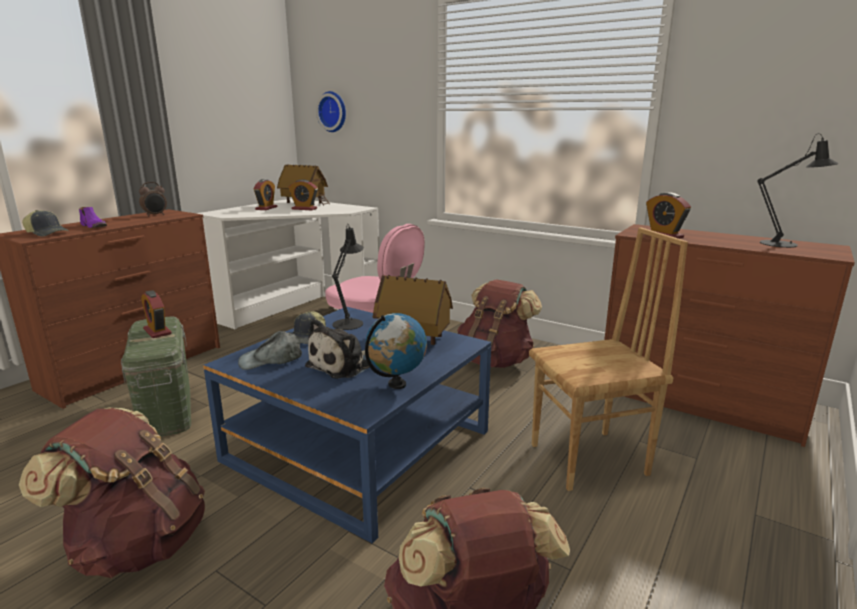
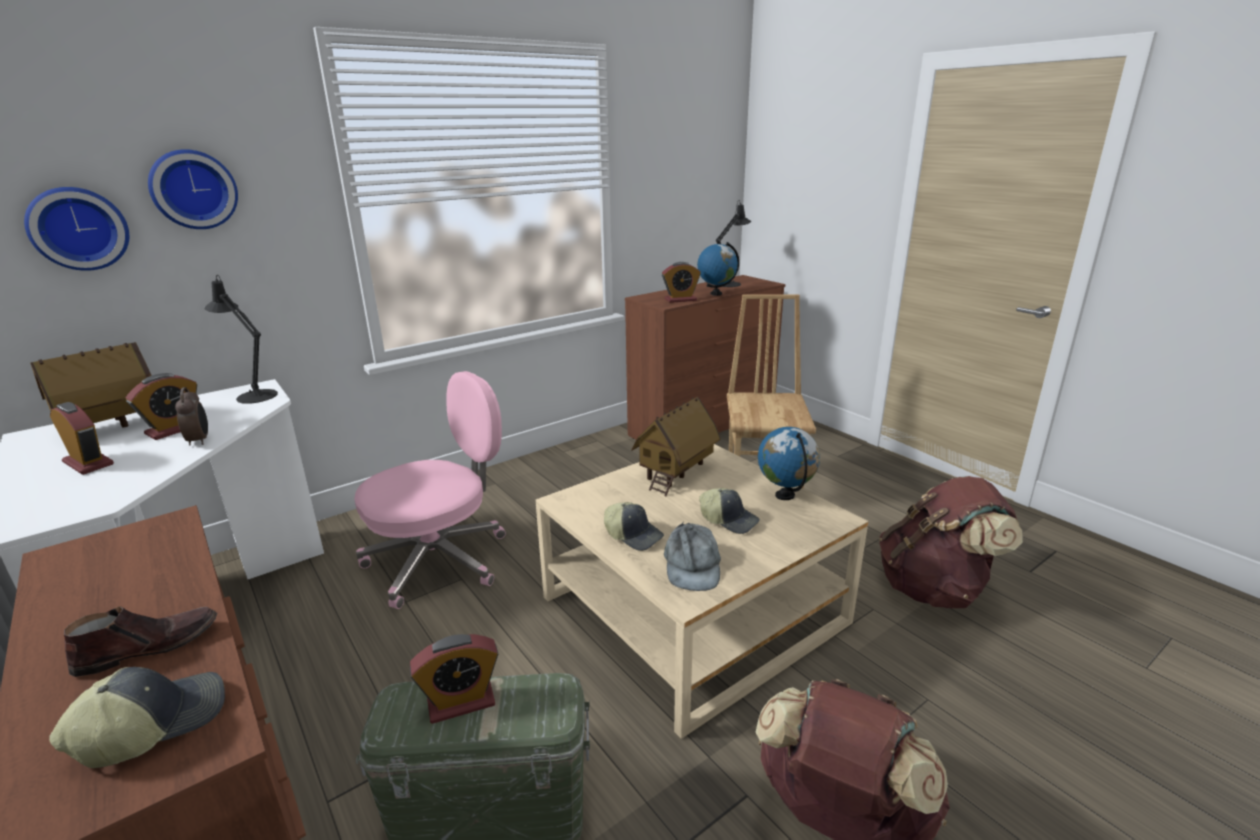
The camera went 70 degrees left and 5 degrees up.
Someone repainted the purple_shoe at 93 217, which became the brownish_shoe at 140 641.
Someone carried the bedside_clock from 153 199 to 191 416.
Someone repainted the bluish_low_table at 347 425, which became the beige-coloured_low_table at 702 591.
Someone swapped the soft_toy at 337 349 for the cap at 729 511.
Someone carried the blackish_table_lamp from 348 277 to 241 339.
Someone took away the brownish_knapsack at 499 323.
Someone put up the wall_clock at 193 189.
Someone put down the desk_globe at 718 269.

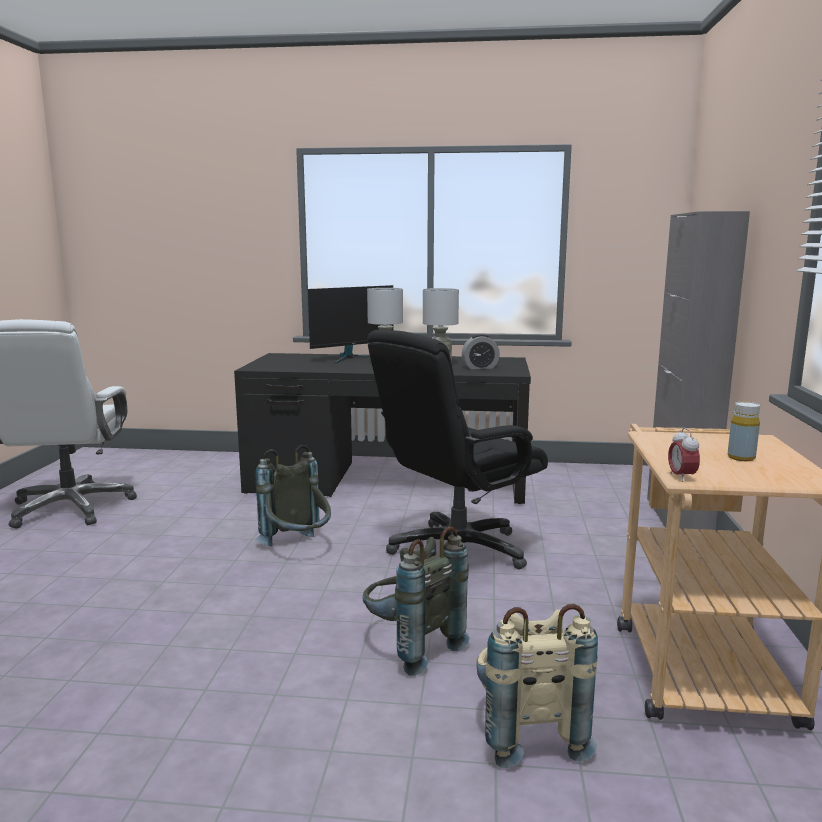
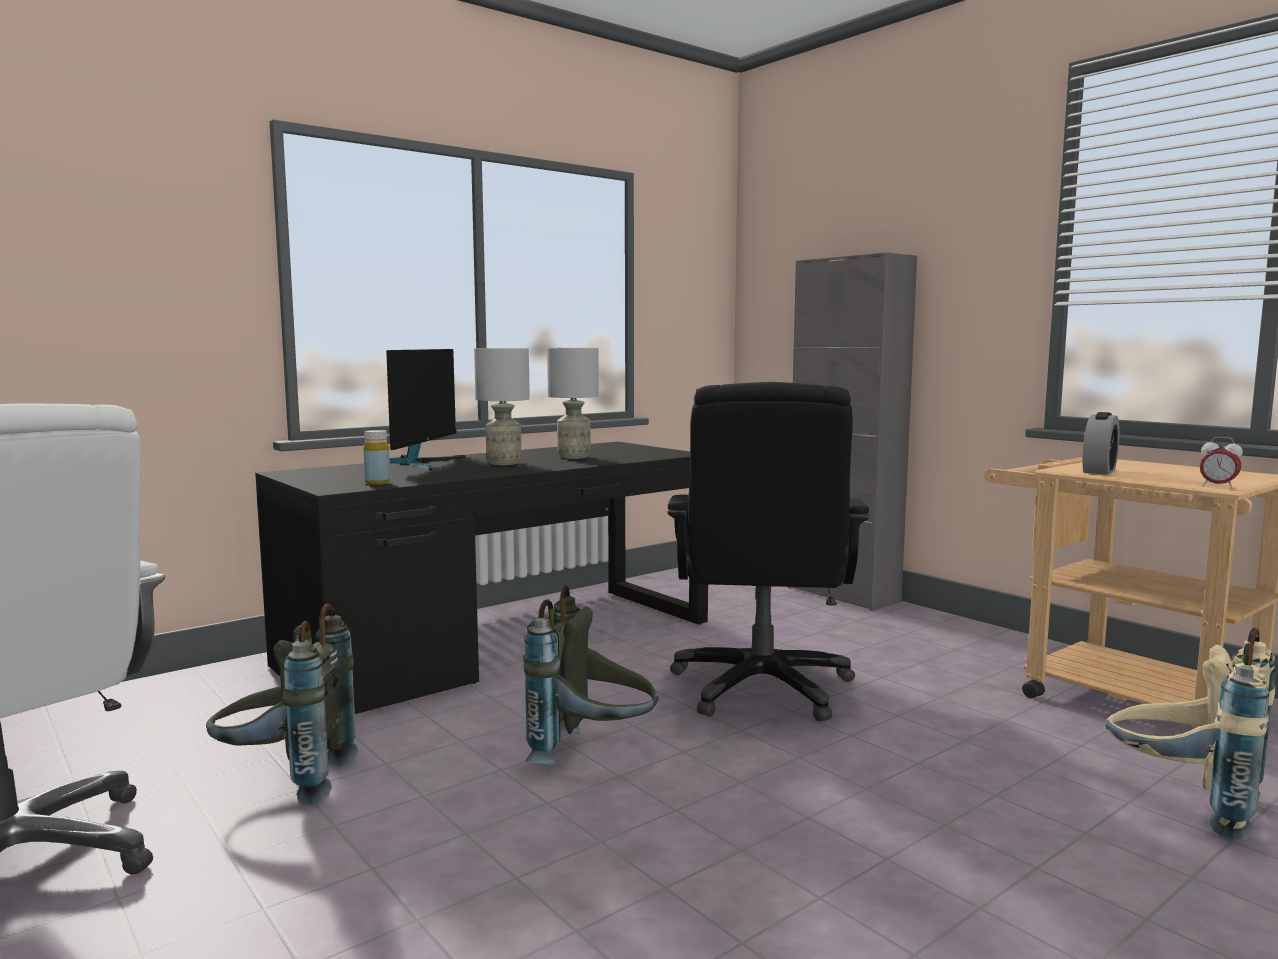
The camera went 45 degrees left and 5 degrees down.
Someone carried the gray_knapsack from 416 601 to 282 704.
Someone carried the bedside_clock from 481 351 to 1101 443.
Someone carried the yellow_beverage_bottle from 744 431 to 376 457.

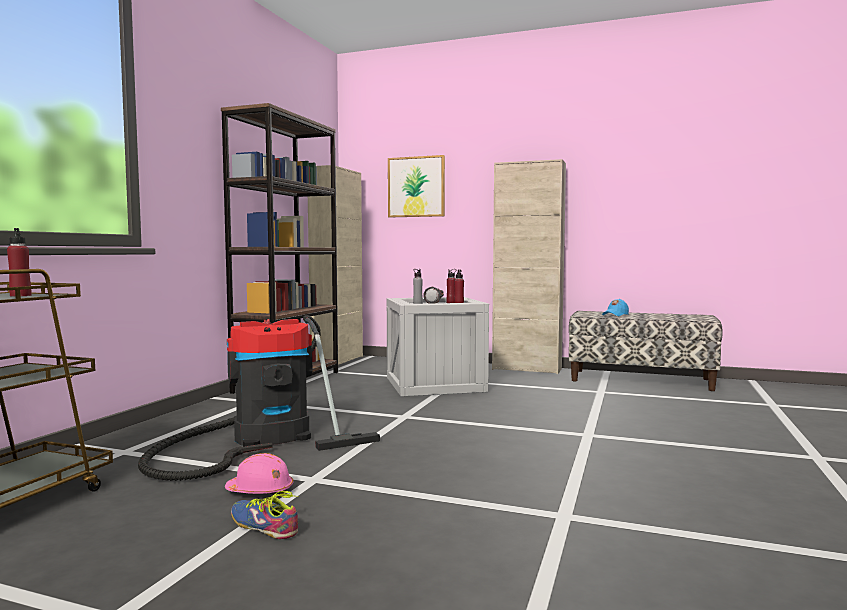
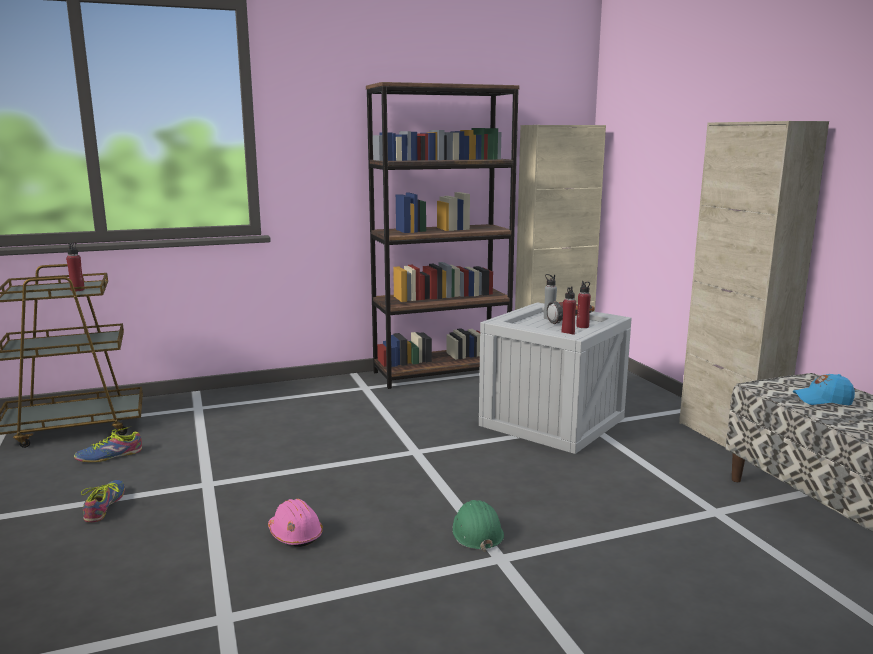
The camera went 50 degrees right and 10 degrees up.
Someone took away the hoover at 259 398.
Someone carried the pinkish_hard_hat from 259 473 to 295 523.
Someone took away the picture at 416 186.
Someone put down the shoe at 108 444.
Someone put down the green_hard_hat at 478 526.

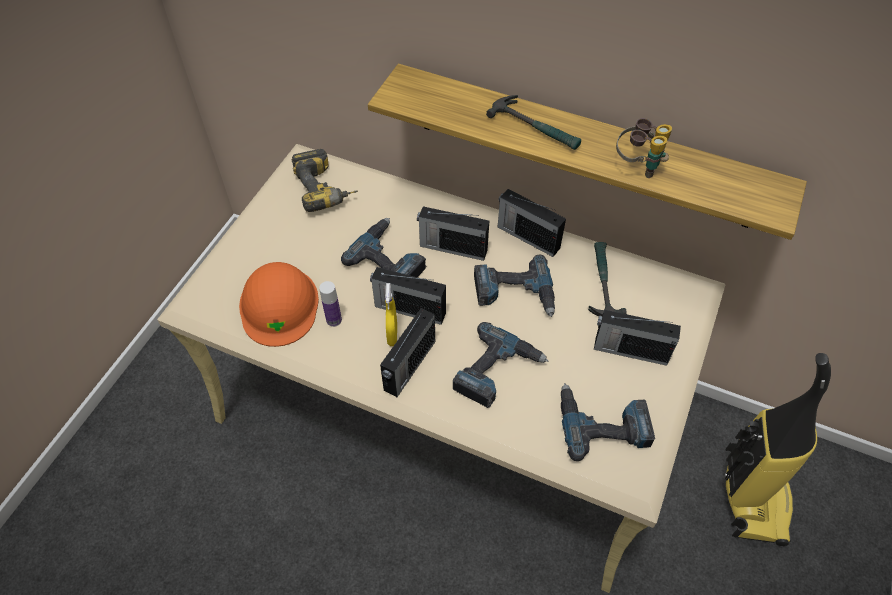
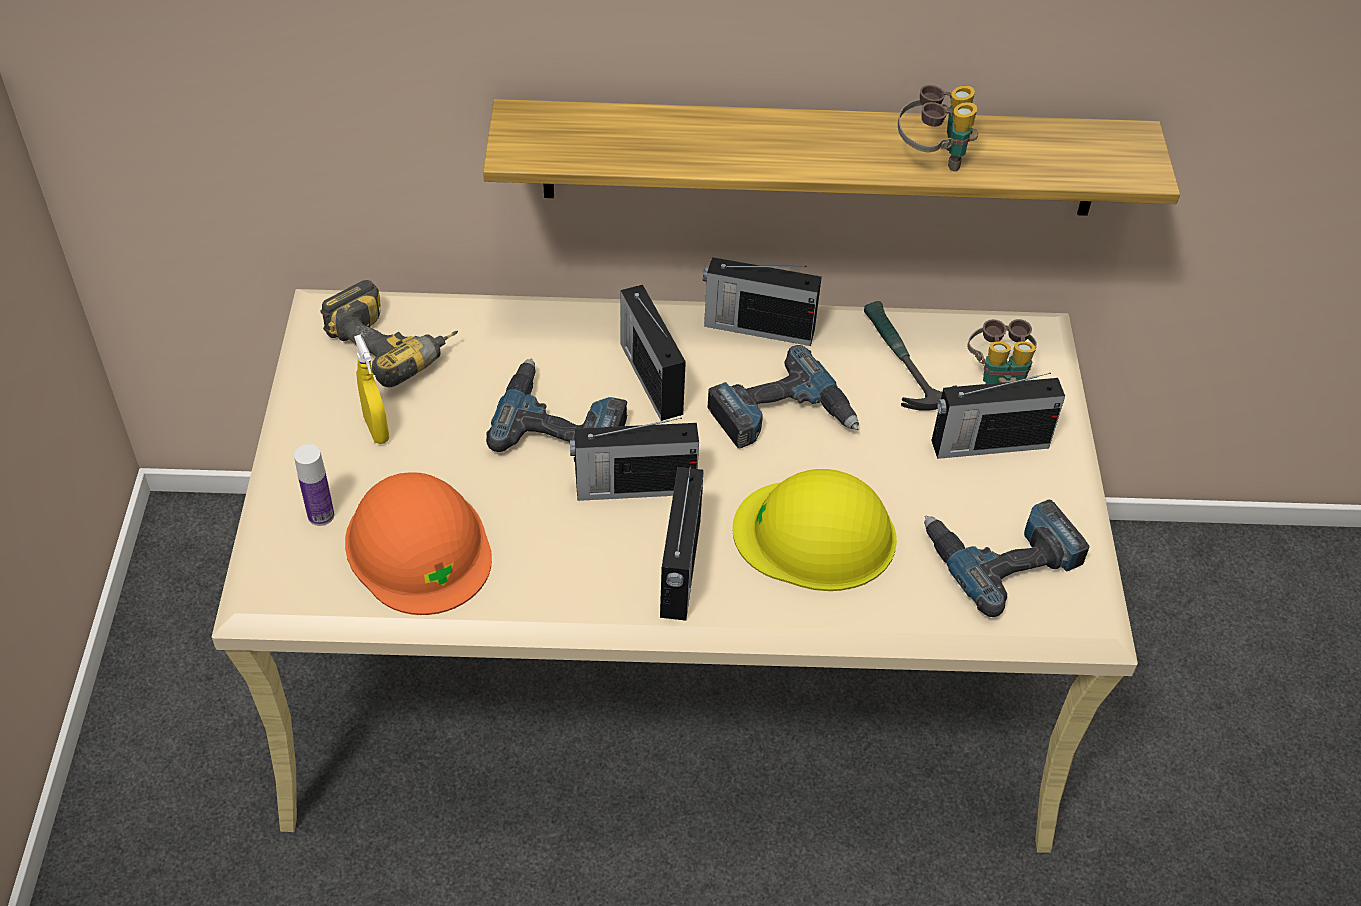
The camera went 25 degrees left and 5 degrees down.
Someone carried the beverage_bottle from 330 304 to 314 485.
Someone carried the yellow_spray_bottle from 391 314 to 371 389.
Someone rotated the radio_receiver at 453 233 by 75 degrees clockwise.
Someone swapped the power_drill at 501 365 for the yellow_hard_hat at 814 530.
Someone took away the tool_hammer at 533 122.
Someone took away the hoover at 777 449.
Someone put down the field_glasses at 1002 351.

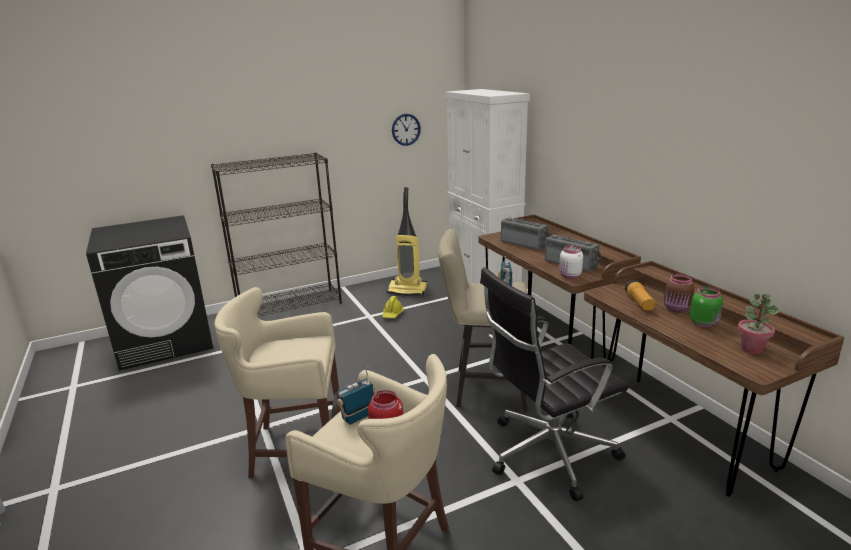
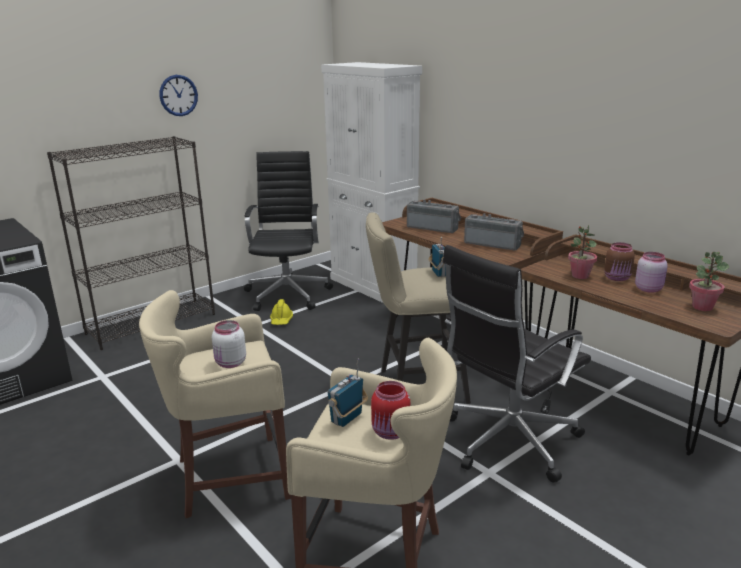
The camera went 15 degrees left and 0 degrees up.
Someone swapped the hoover at 407 241 for the blackish_computer_chair at 288 231.
Someone carried the wall_clock from 406 130 to 178 95.
Someone carried the white-coloured_storage_jar from 571 262 to 229 344.
Someone swapped the flashlight at 640 295 for the potted_plant at 582 252.
Someone repainted the green_storage_jar at 706 307, which became the pinkish_storage_jar at 651 272.

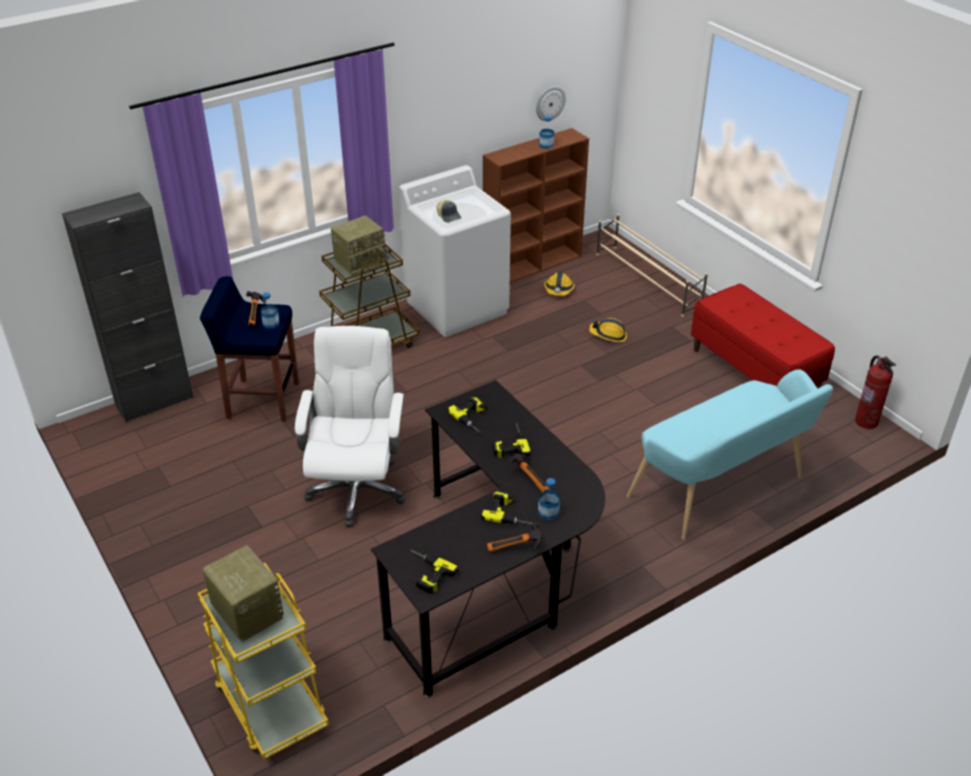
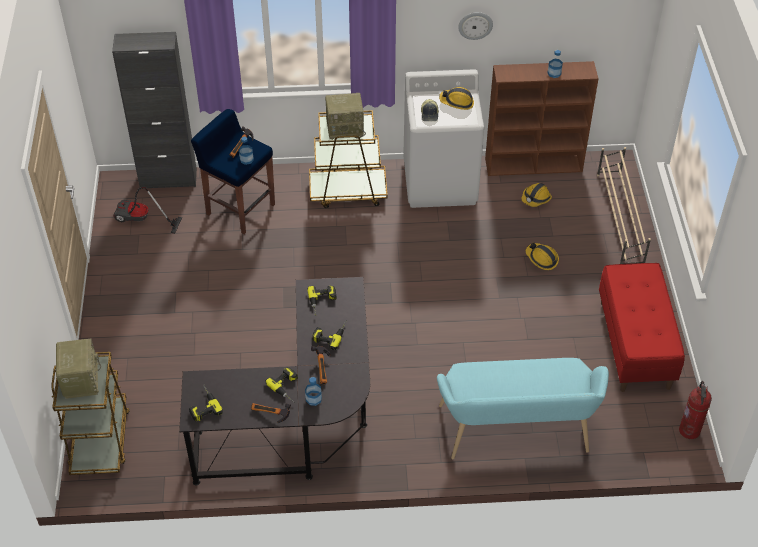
The camera went 30 degrees right and 10 degrees up.
Someone repainted the yellow_trolley at 263 661, which became the brownish_trolley at 90 413.
Someone took away the white-coloured_computer_chair at 350 426.
Someone carried the wall_clock from 551 103 to 475 26.
Someone put down the hoover at 147 210.
Someone put down the hard_hat at 456 98.

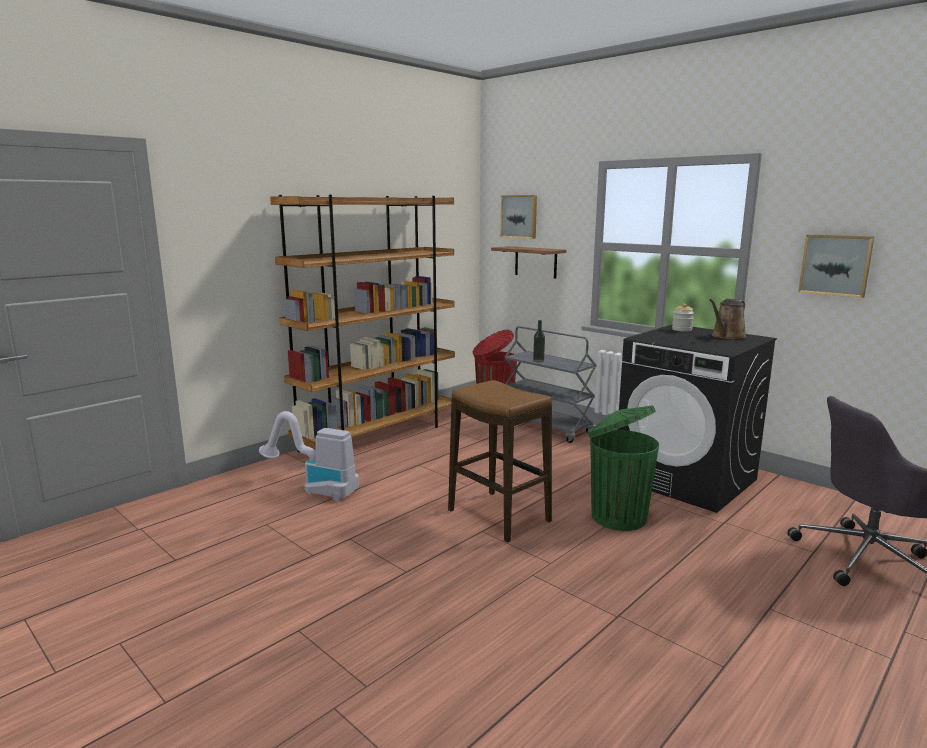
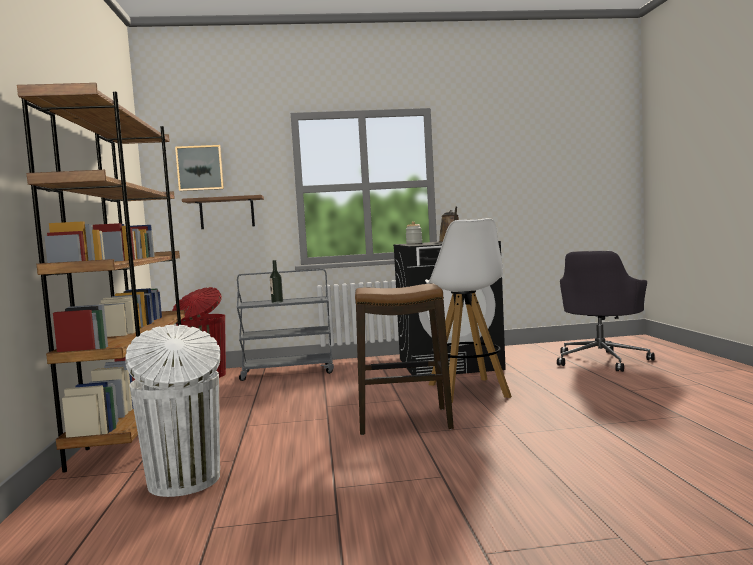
The camera went 50 degrees left and 10 degrees down.
Someone swapped the hoover at 309 456 for the white-coloured_trash_can at 172 411.
Someone swapped the green_trash_can at 623 468 for the white-coloured_stool_seat at 468 310.
Someone took away the picture at 836 266.

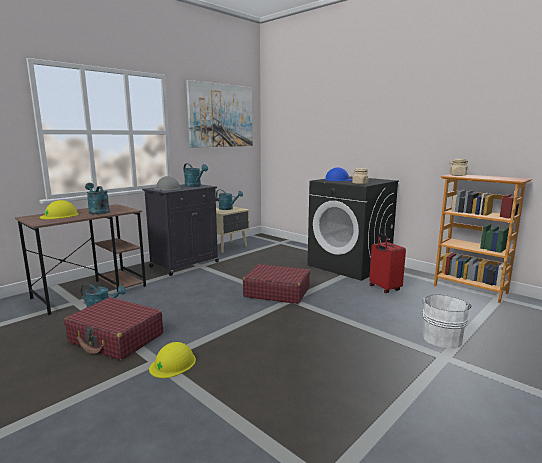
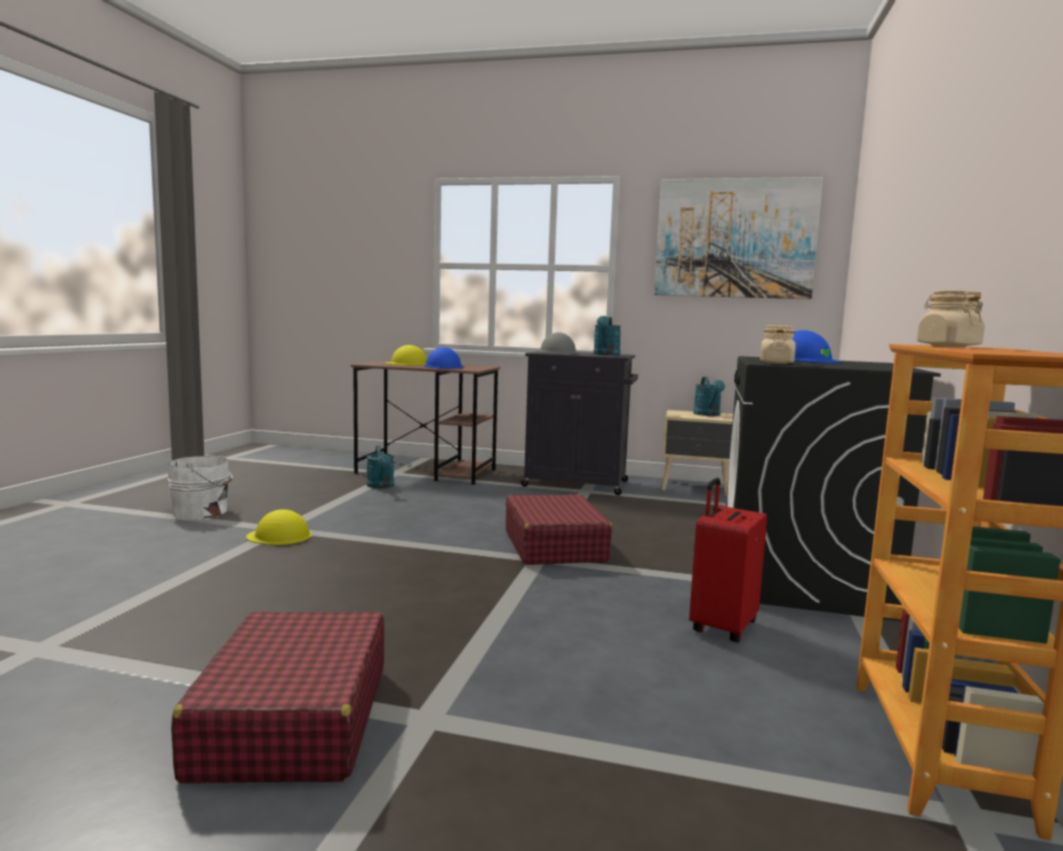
The camera went 60 degrees right and 5 degrees down.
Someone carried the red_travel_case from 113 328 to 277 698.
Someone swapped the turquoise_watering_can at 97 199 for the bluish_hard_hat at 444 357.
Someone carried the white-coloured_bucket from 447 321 to 200 486.

